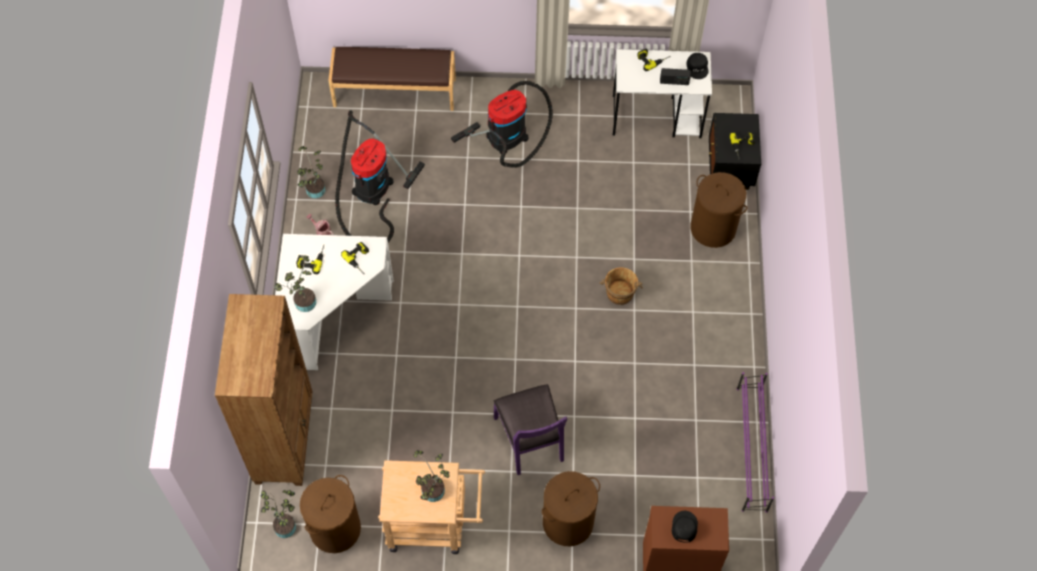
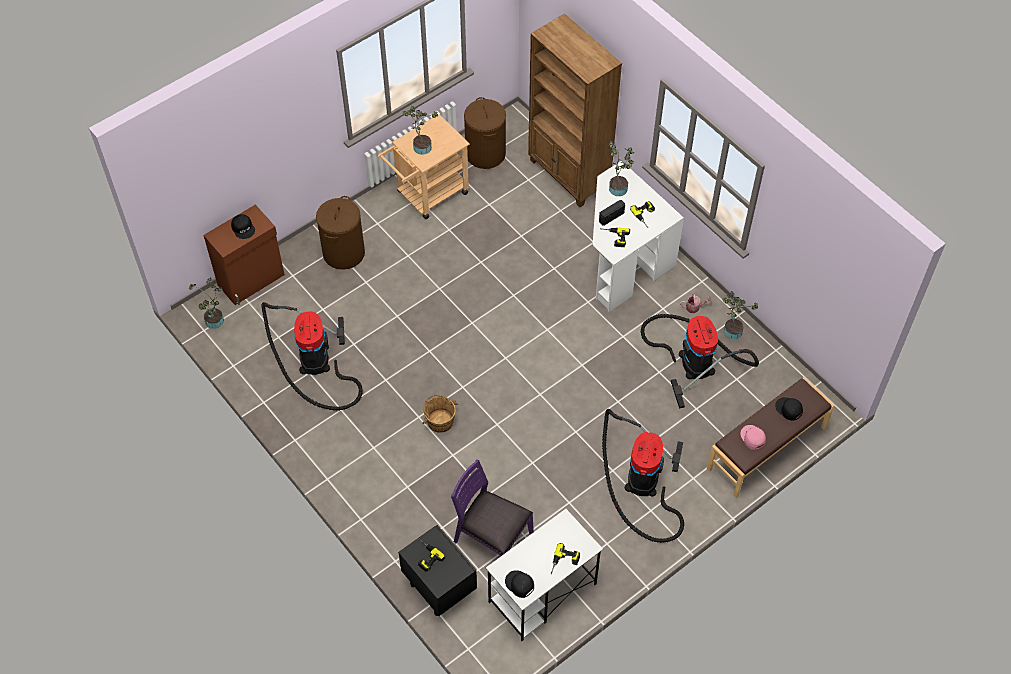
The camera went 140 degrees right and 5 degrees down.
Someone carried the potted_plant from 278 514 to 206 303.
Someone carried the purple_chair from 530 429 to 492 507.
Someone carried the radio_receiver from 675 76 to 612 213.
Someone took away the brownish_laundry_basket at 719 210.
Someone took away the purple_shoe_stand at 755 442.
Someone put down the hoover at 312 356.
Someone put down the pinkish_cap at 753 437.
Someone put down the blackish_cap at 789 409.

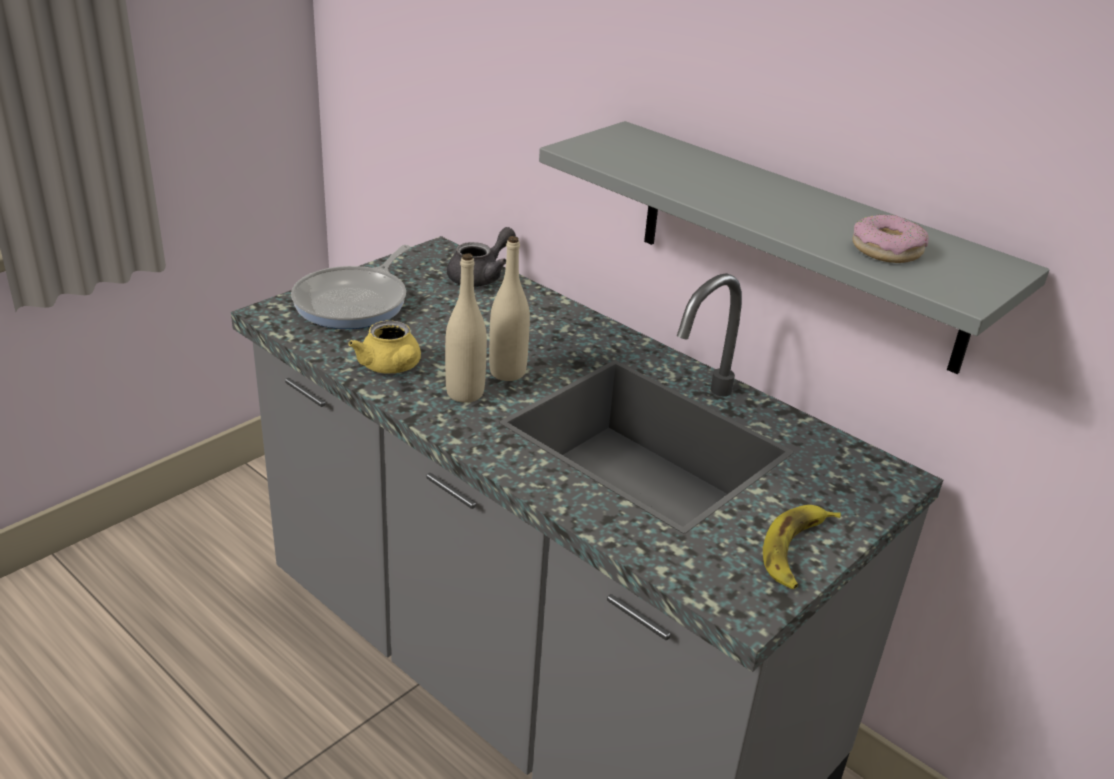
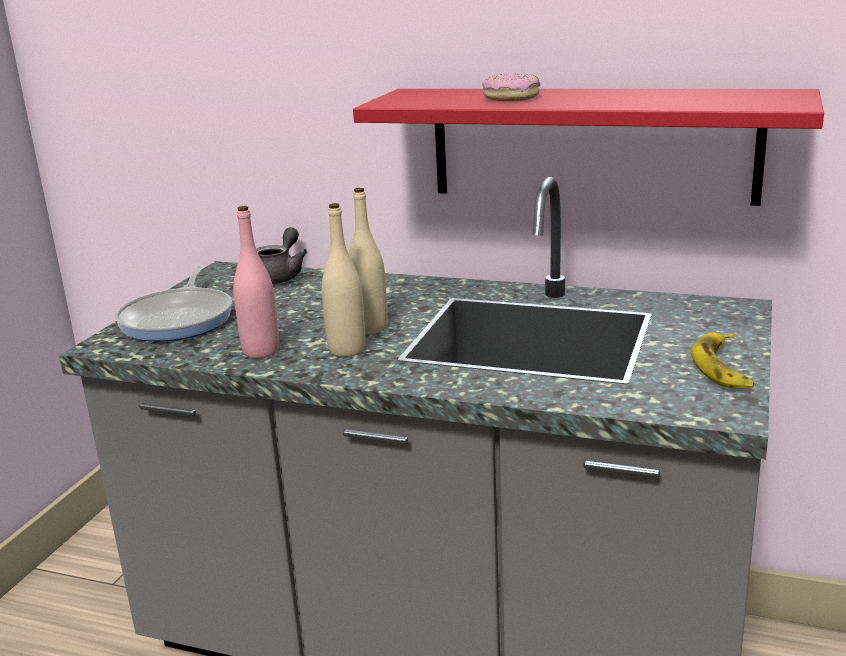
The camera went 20 degrees left and 10 degrees down.
Someone swapped the yellow_tea_pot at 384 346 for the pinkish_beverage_bottle at 256 282.
Someone repainted the gray_bracket_shelf at 794 247, which became the red_bracket_shelf at 588 147.
Someone carried the ring_doughnut from 891 238 to 511 87.

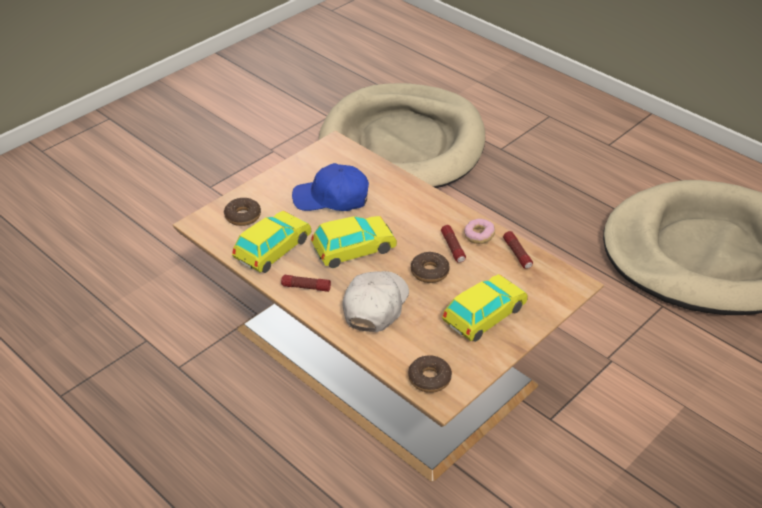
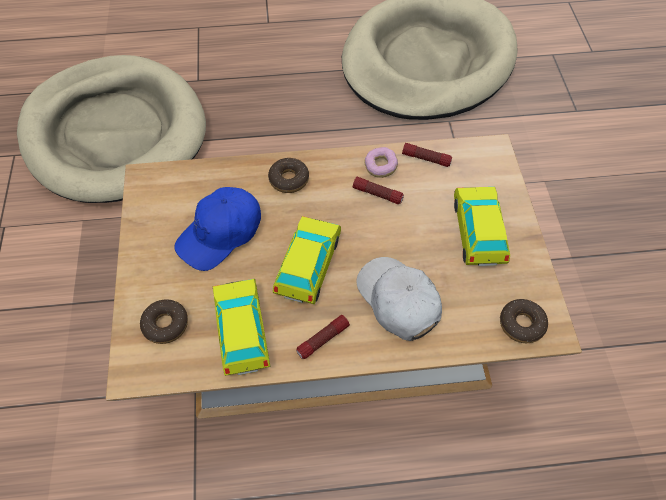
The camera went 50 degrees left and 15 degrees up.
Someone carried the ring_doughnut from 430 267 to 288 175.

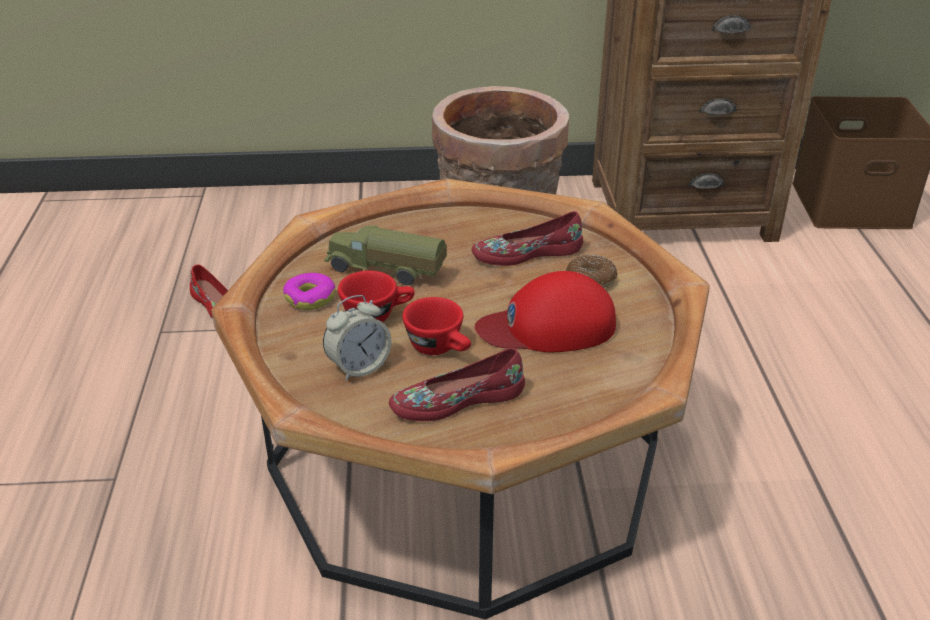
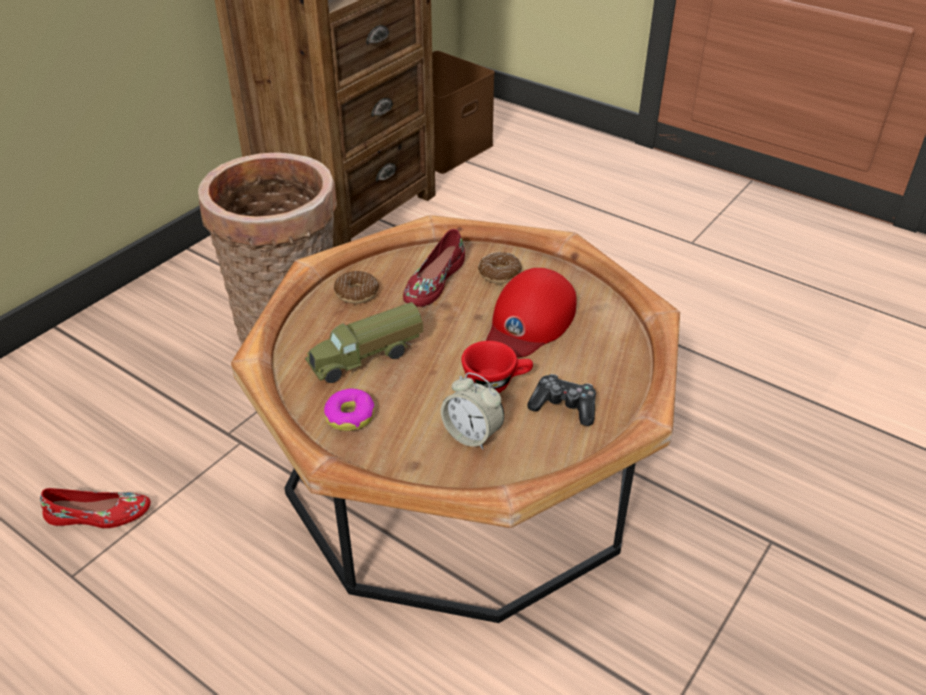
The camera went 50 degrees left and 5 degrees up.
Someone rotated the bedside_clock at 357 338 by 120 degrees clockwise.
Someone took away the red_drinking_cup at 376 296.
Someone swapped the red_shoe at 457 384 for the game_controller at 561 400.
Someone put down the ring_doughnut at 356 287.

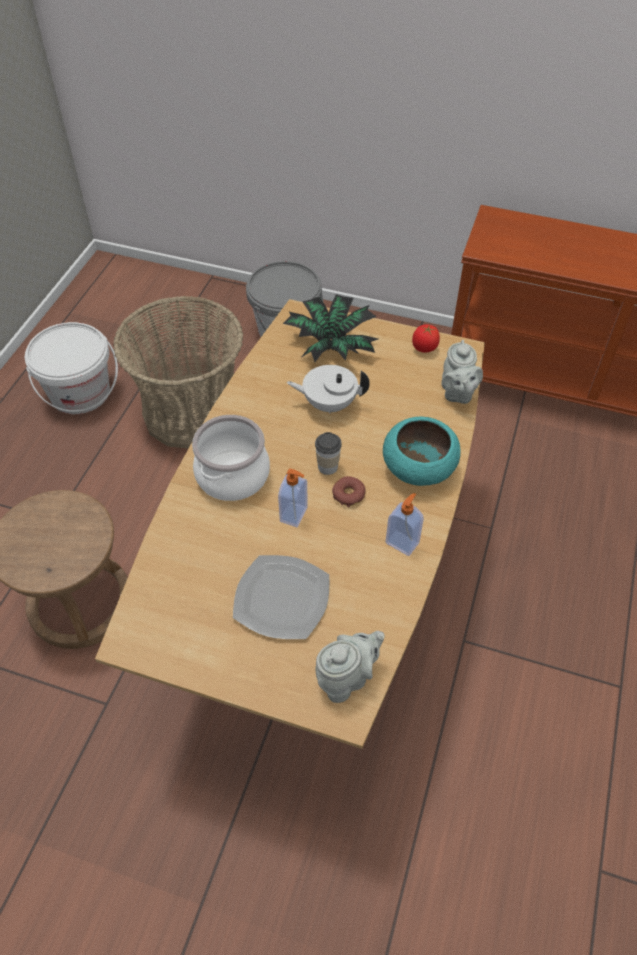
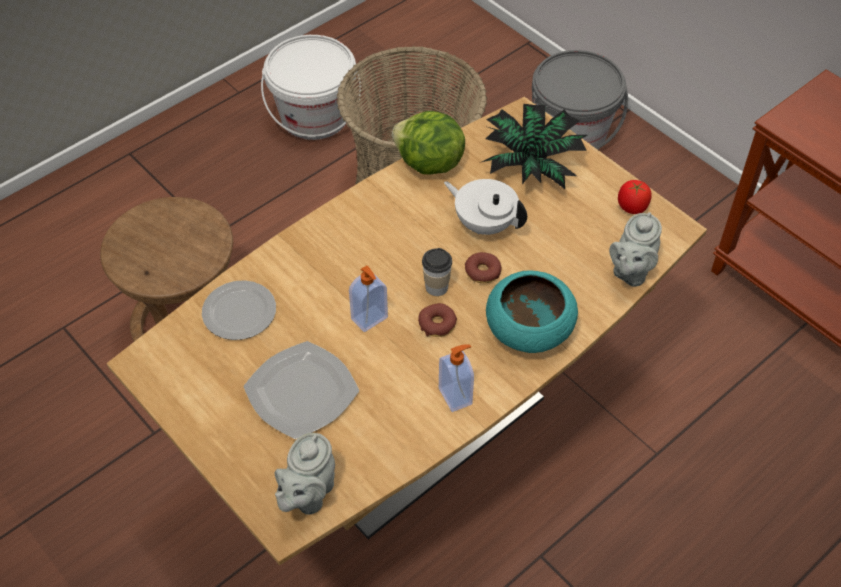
The camera went 30 degrees right and 0 degrees up.
Someone took away the stockpot at 231 458.
Someone rotated the gray_tea_pot at 350 667 by 120 degrees clockwise.
Someone put down the plate at 239 310.
Someone put down the head_of_lettuce at 428 142.
Someone put down the ring_doughnut at 483 267.

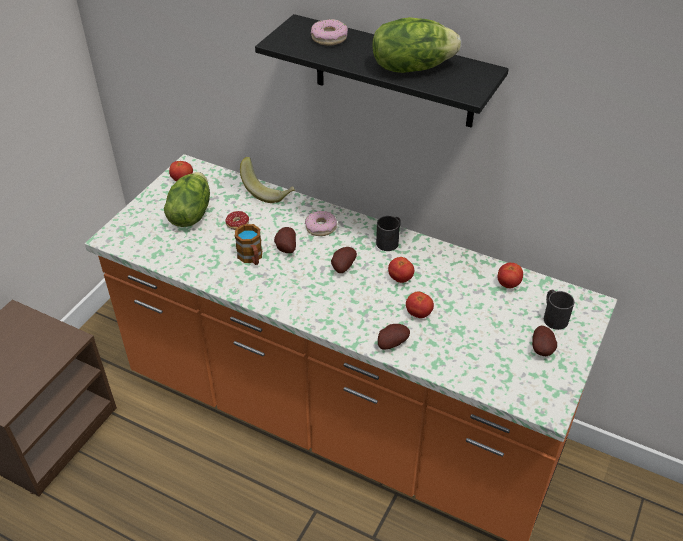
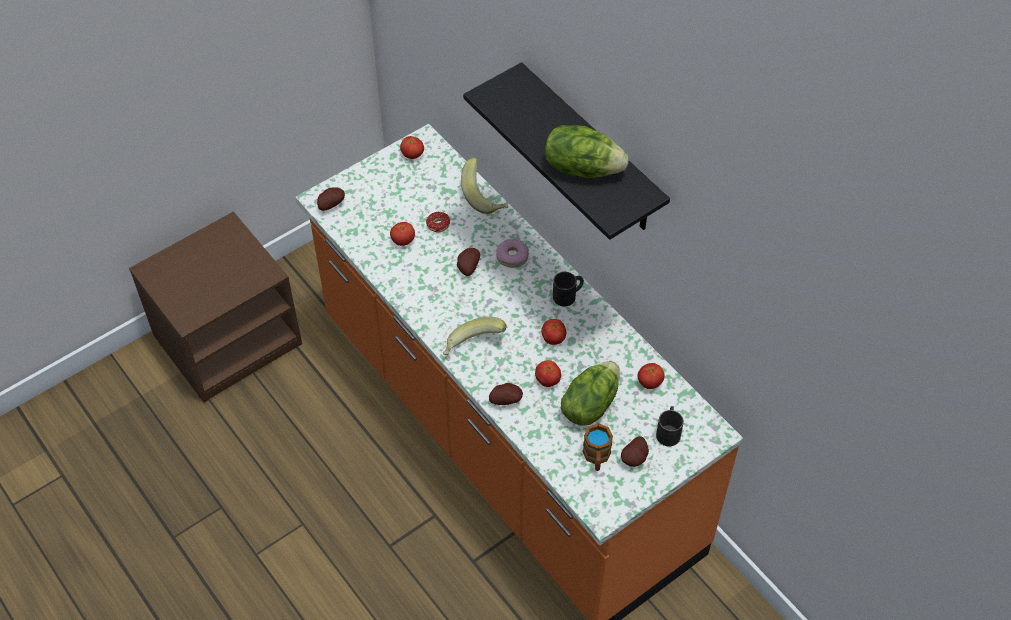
The camera went 25 degrees right and 10 degrees up.
Someone carried the head_of_lettuce from 187 199 to 590 393.
Someone carried the mug from 248 244 to 597 447.
Someone took away the ring_doughnut at 329 32.
Someone carried the potato from 344 260 to 331 199.
Someone put down the fresh_tomato at 402 234.
Someone put down the banana at 475 336.

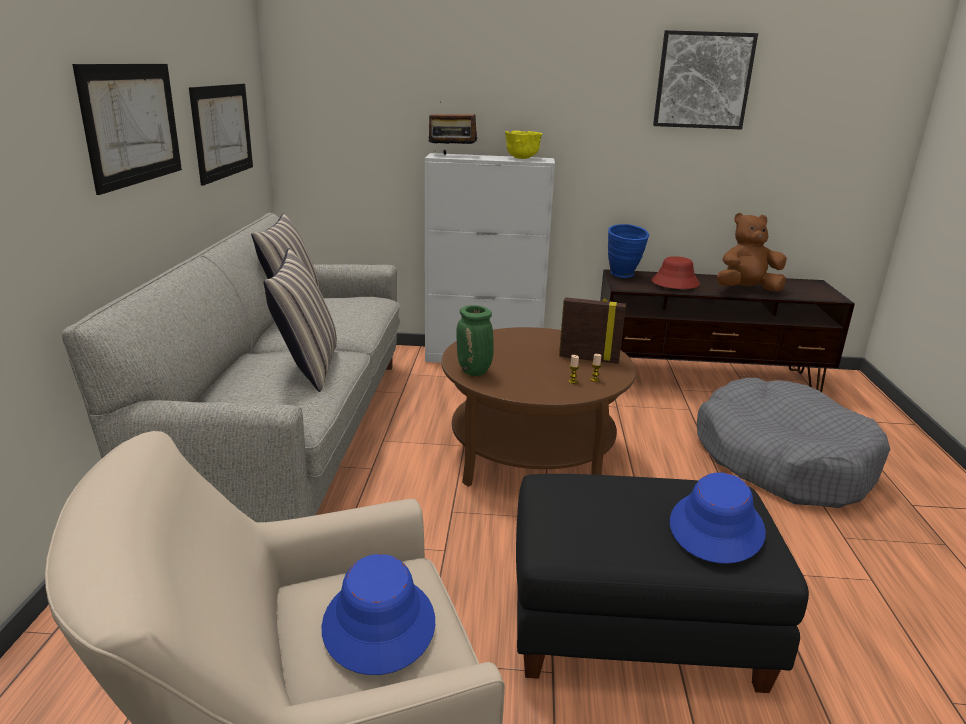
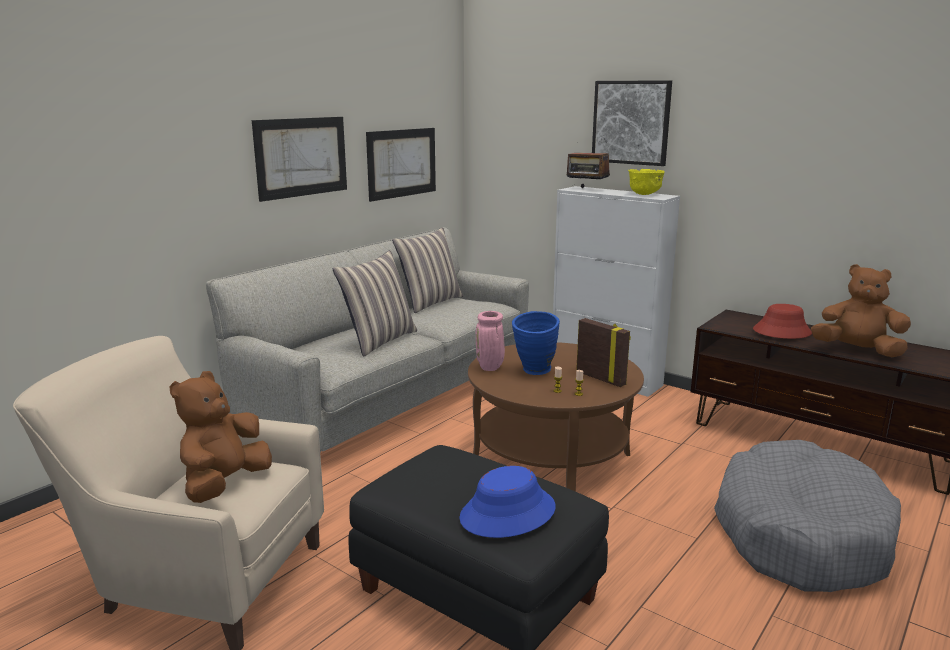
The camera went 35 degrees right and 5 degrees down.
Someone swapped the bluish_wearable_hat at 378 614 for the brownish_soft_toy at 221 437.
Someone repainted the green_vase at 475 340, which became the pinkish_vase at 490 341.
Someone carried the bluish_vase from 628 251 to 536 343.
Someone carried the picture from 705 80 to 632 123.

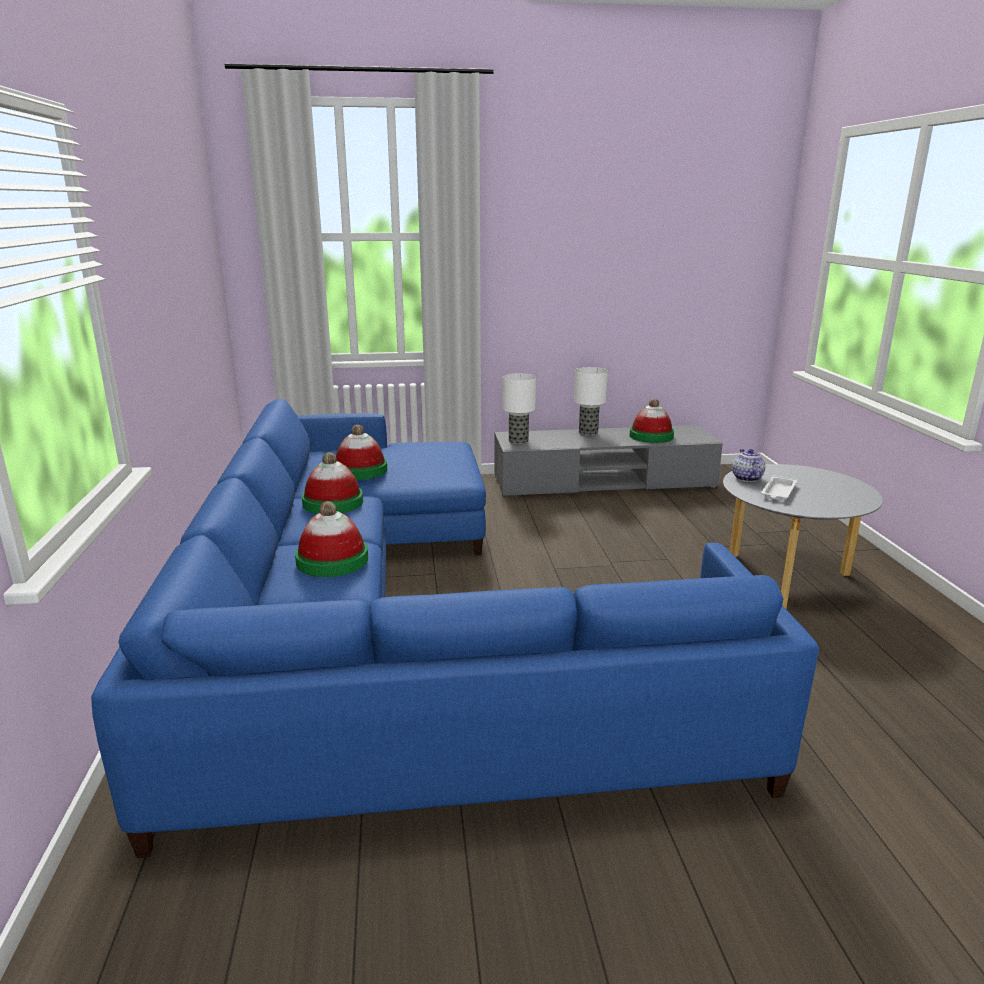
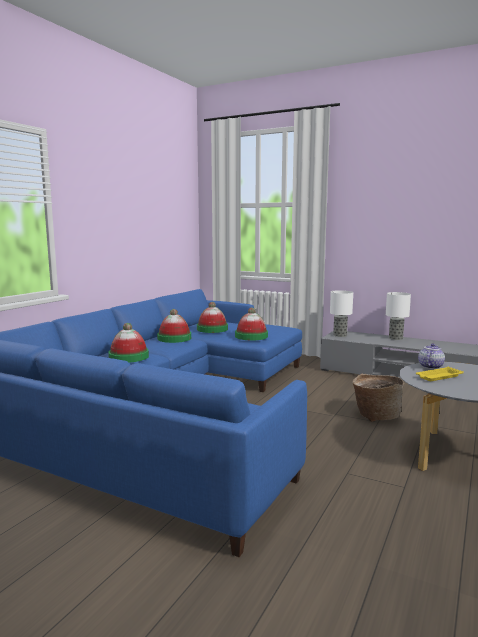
The camera went 35 degrees right and 10 degrees down.
Someone carried the wearable_hat from 652 421 to 251 324.
Someone repainted the white-coloured_tray at 779 488, which became the yellow_tray at 440 374.
Someone put down the household_basket at 378 397.

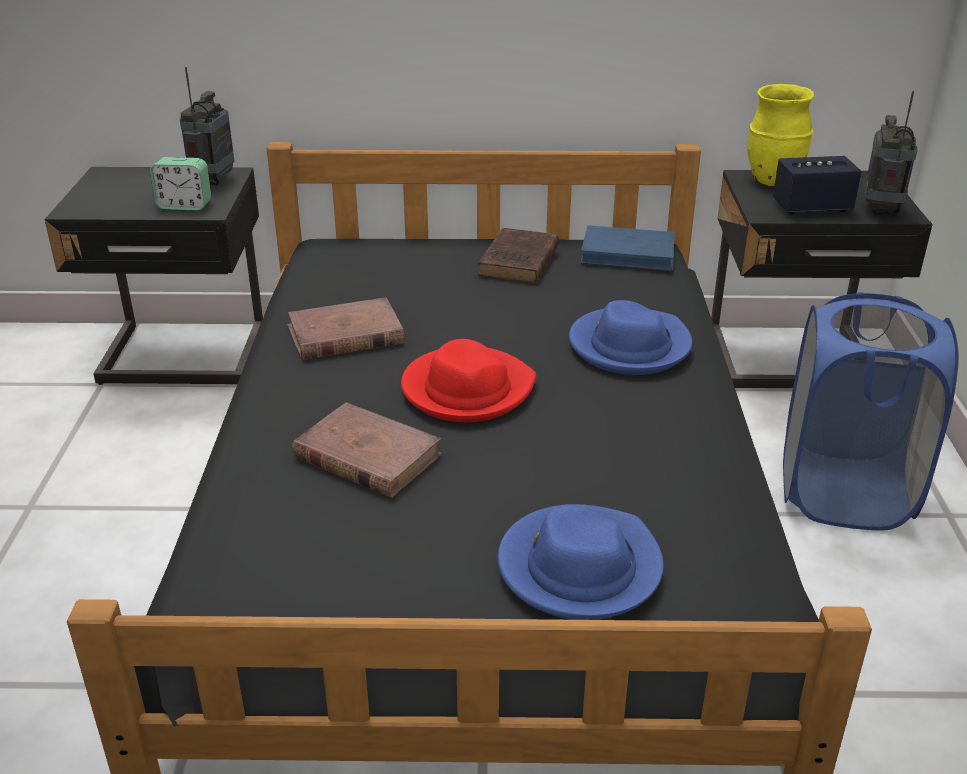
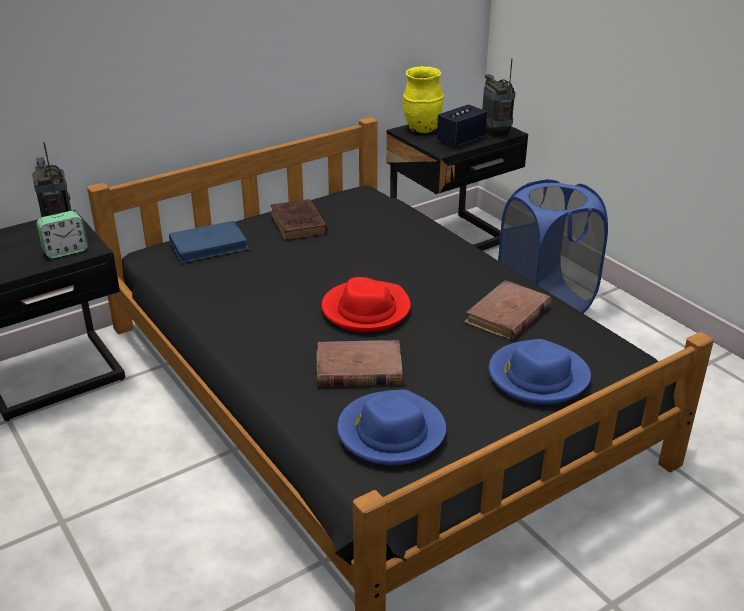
The camera went 35 degrees left and 0 degrees up.
Someone carried the brownish_bound_book from 345 328 to 507 310.
Someone carried the bluish_wearable_hat from 631 337 to 391 427.
Someone carried the bluish_bound_book from 627 248 to 209 242.

